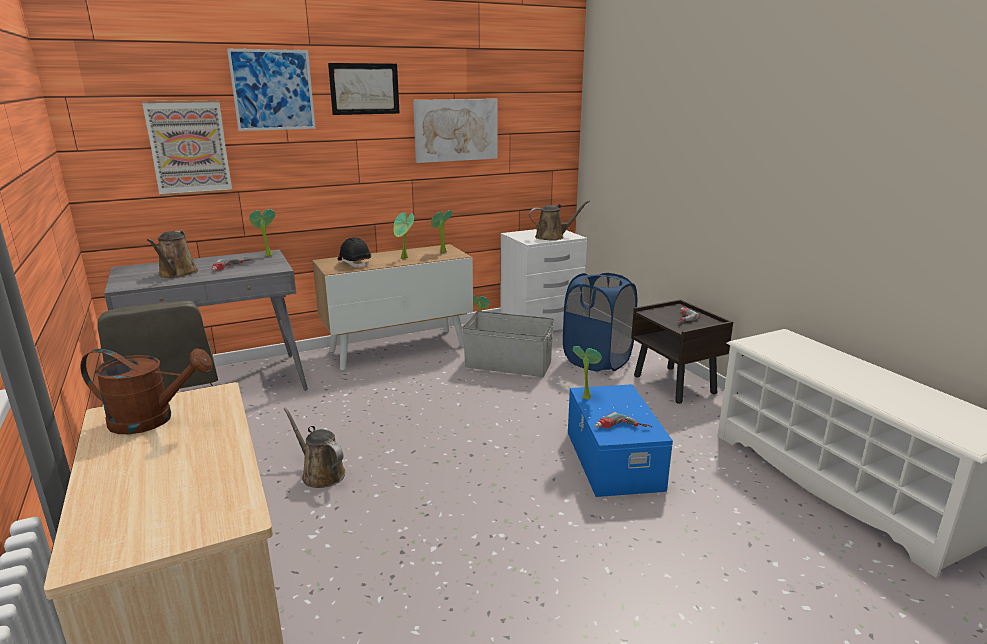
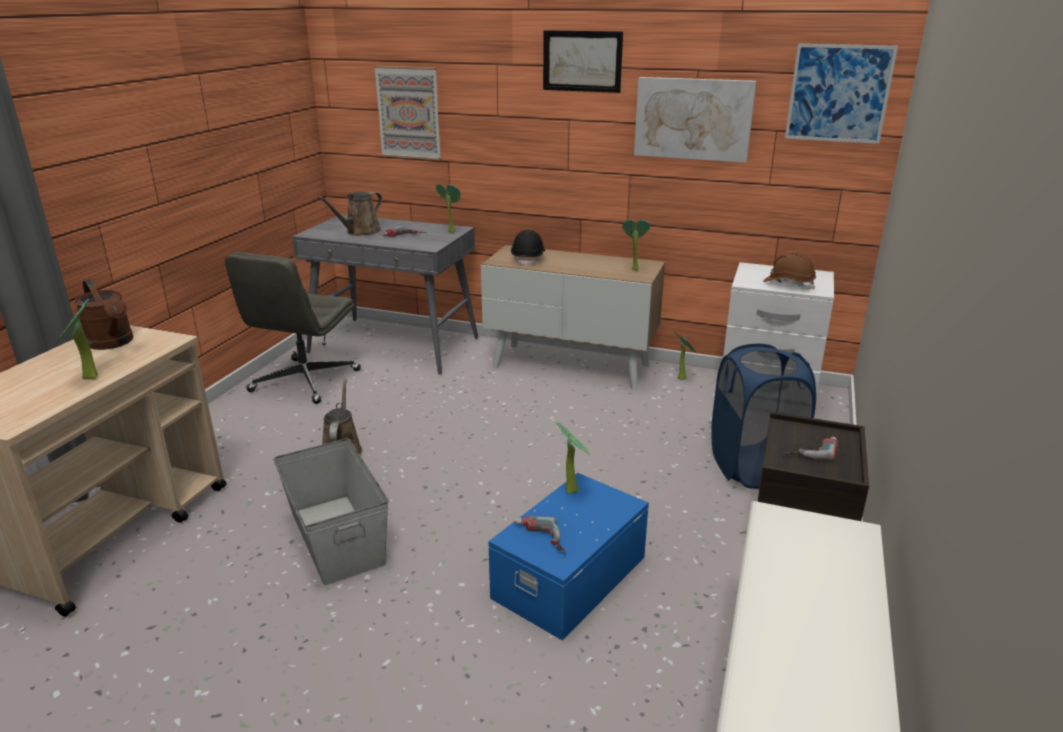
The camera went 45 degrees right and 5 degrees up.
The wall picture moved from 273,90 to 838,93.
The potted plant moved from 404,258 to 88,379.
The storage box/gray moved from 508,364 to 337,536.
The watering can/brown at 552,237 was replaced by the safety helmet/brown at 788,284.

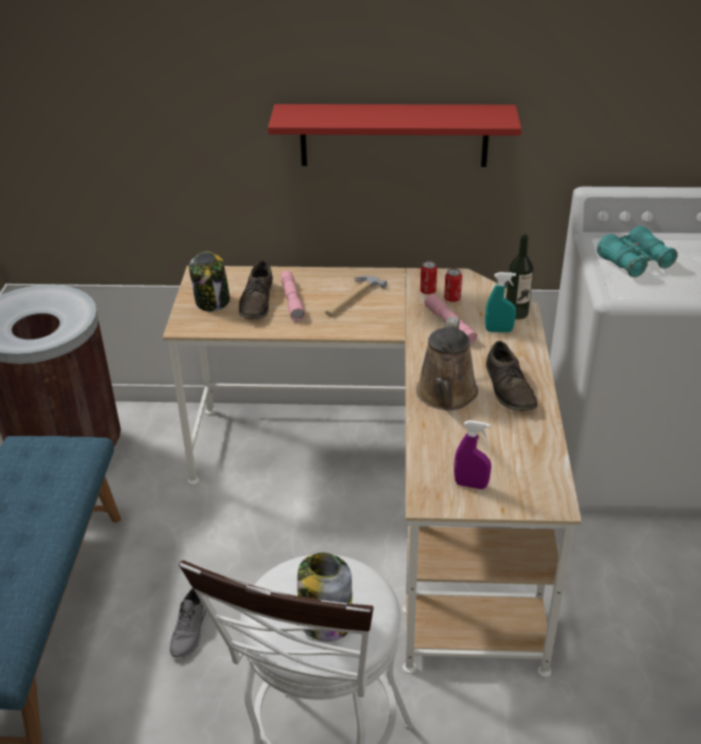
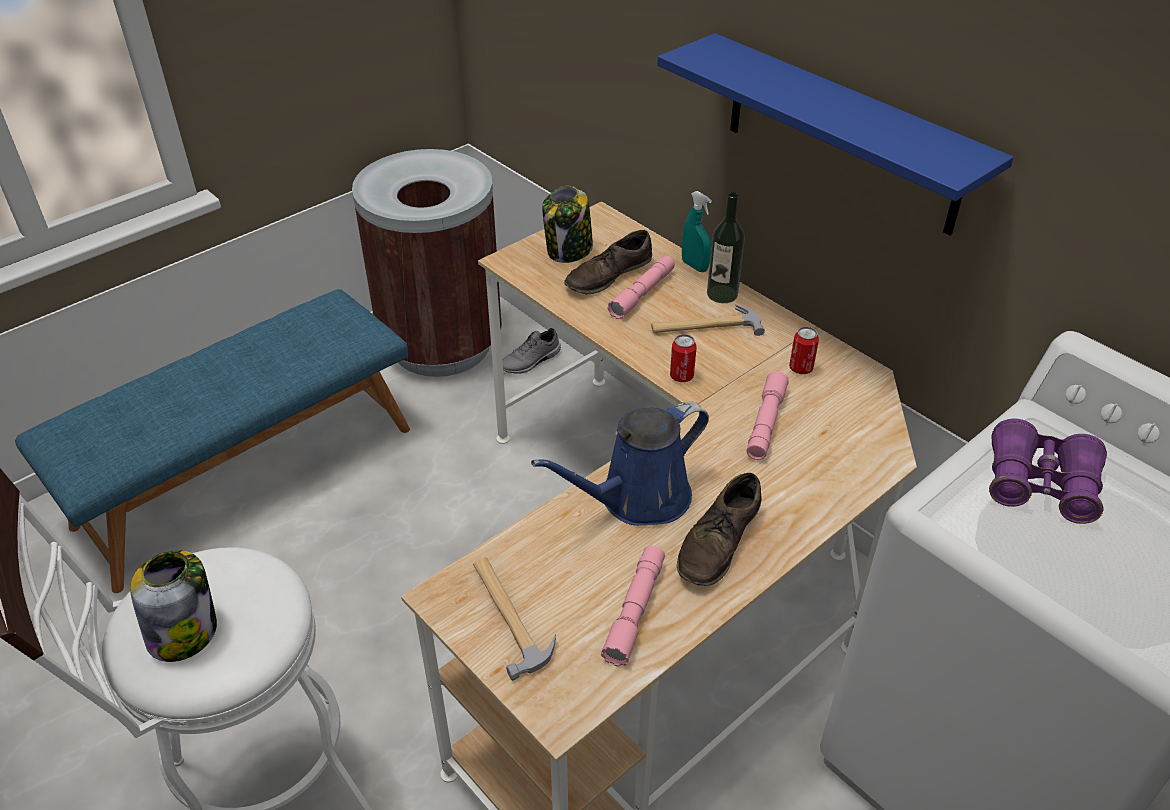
The camera went 45 degrees right and 5 degrees up.
The hand torch/pinkish at 635,611 appeared.
The shoe/gray moved from 190,631 to 531,361.
The metal can moved from 452,299 to 681,376.
The sprayer/blue-green moved from 498,330 to 694,266.
The bottle moved from 516,313 to 722,294.
The sprayer/purple at 471,485 was replaced by the hammer at 509,615.
The bracket shelf/red-coloured at 394,135 became the bracket shelf/bluish at 842,134.
The watering can/brown at 446,395 became the watering can/bluish at 637,499.
The binoculars/blue-green at 634,262 became the binoculars/purple at 1040,485.

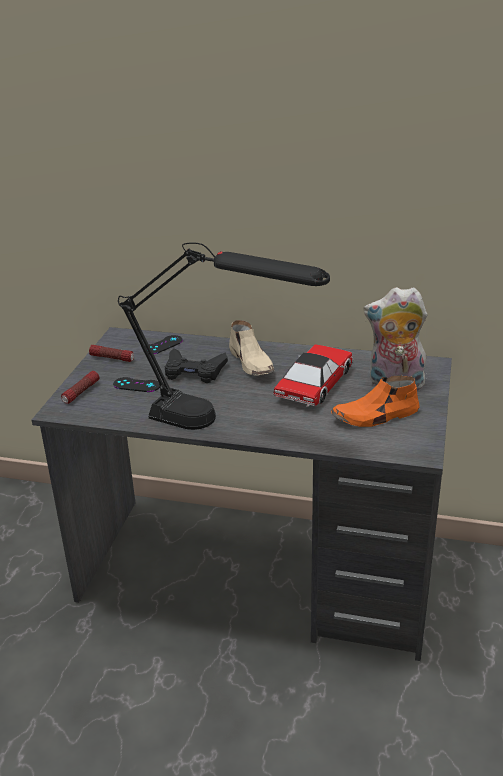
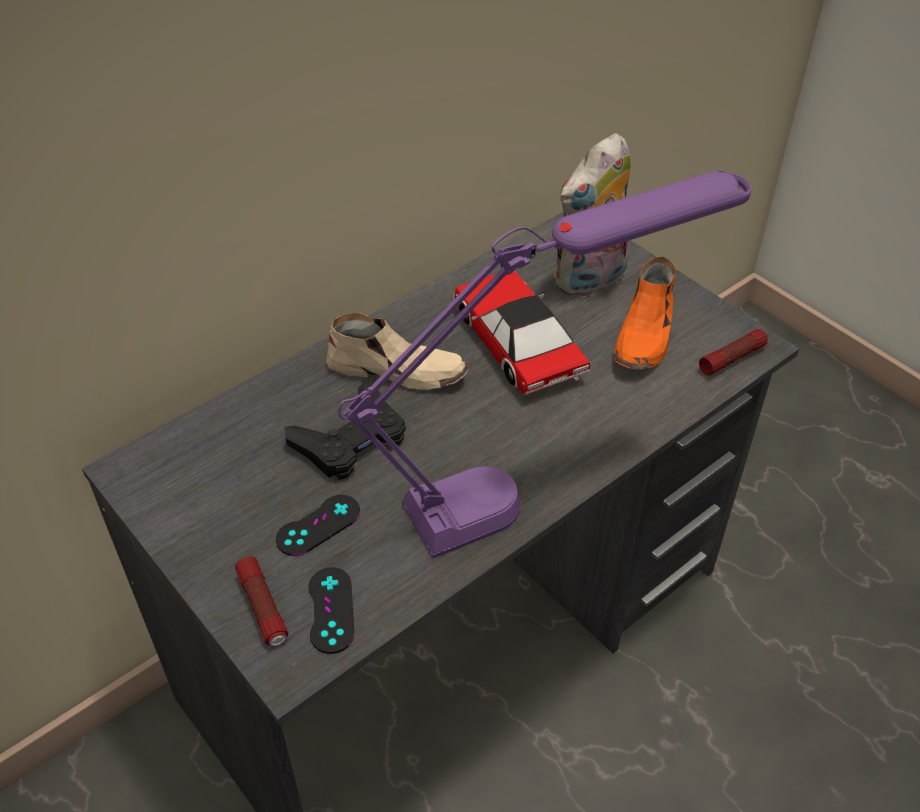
The camera went 55 degrees left and 15 degrees up.
The hand torch moved from 112,358 to 732,358.
The gamepad/black-coloured moved from 163,345 to 331,610.
The tabletop lamp/black-coloured at 222,425 became the tabletop lamp/purple at 531,486.

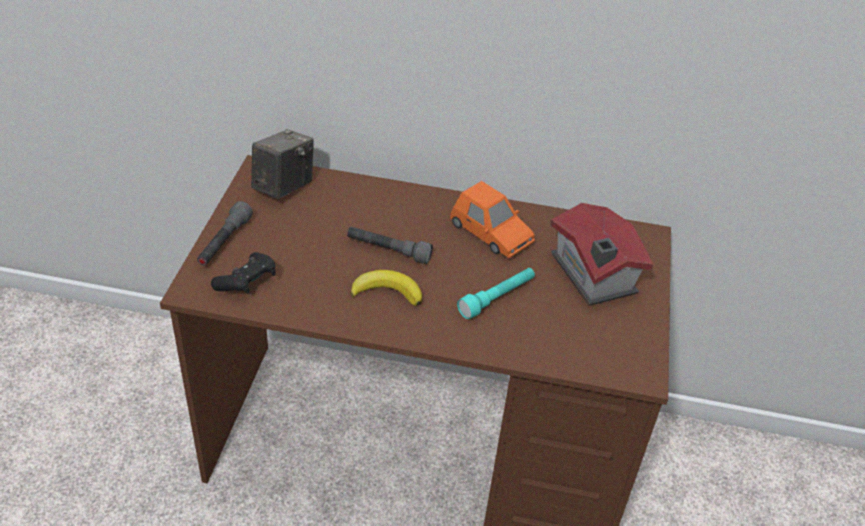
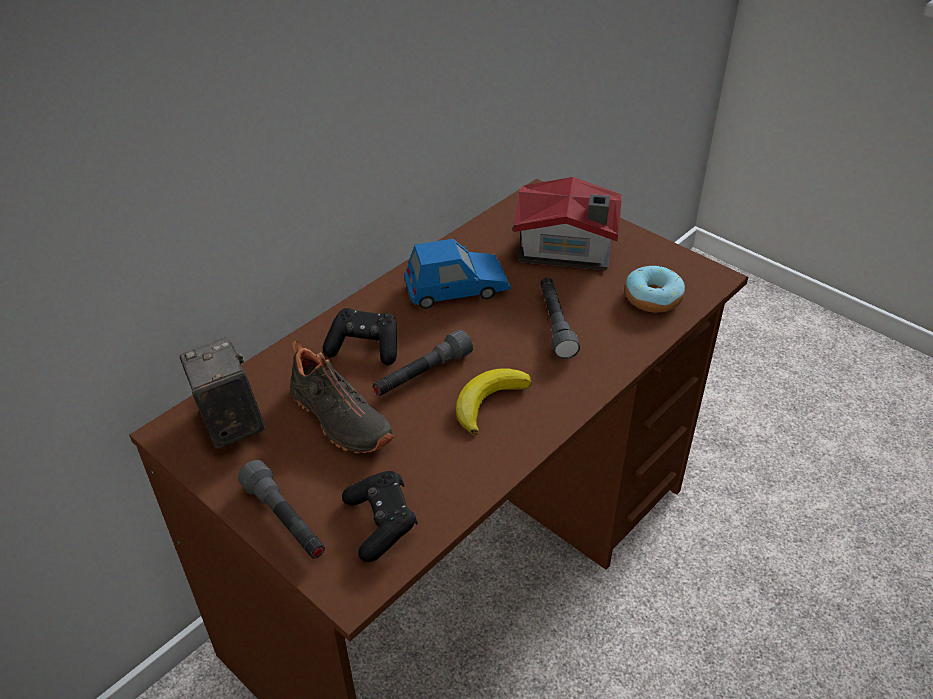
The camera went 55 degrees left and 0 degrees up.
The shoe/black-coloured at 338,419 appeared.
The gamepad/black-coloured at 365,347 appeared.
The doughnut at 653,298 appeared.
The model car/orange-coloured at 490,233 became the model car/bluish at 456,289.
The hand torch/blue-green at 497,298 became the hand torch/gray at 555,324.

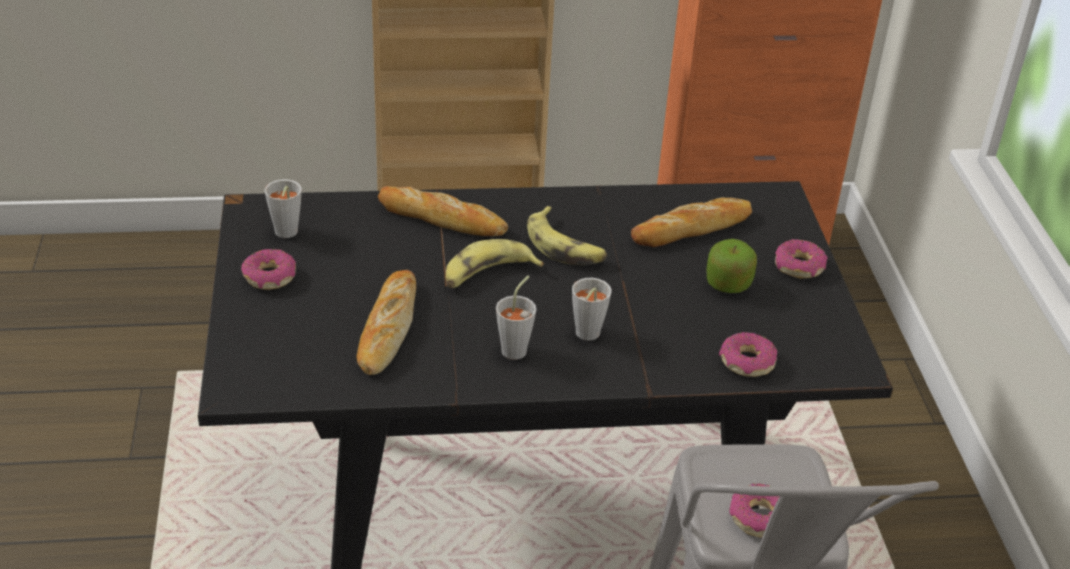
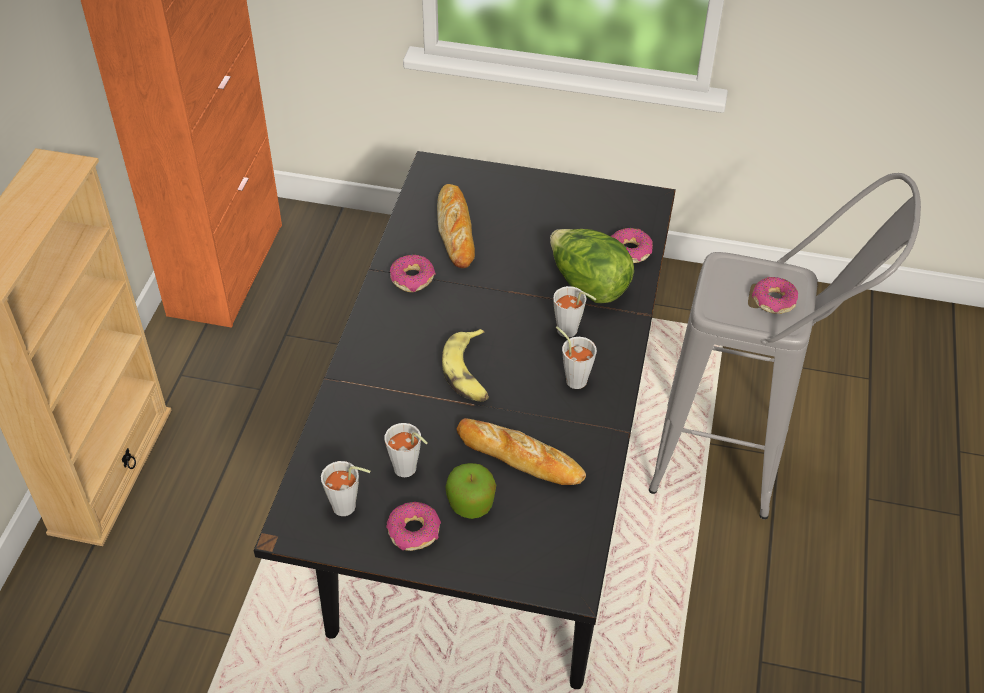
The camera went 70 degrees left and 10 degrees up.
The baked bread at 442,219 disappeared.
The banana fruit at 565,247 disappeared.
The small cup/gray at 408,471 appeared.
The lettuce head at 588,285 appeared.
The apple moved from 728,284 to 471,503.
The doughnut moved from 799,267 to 412,278.

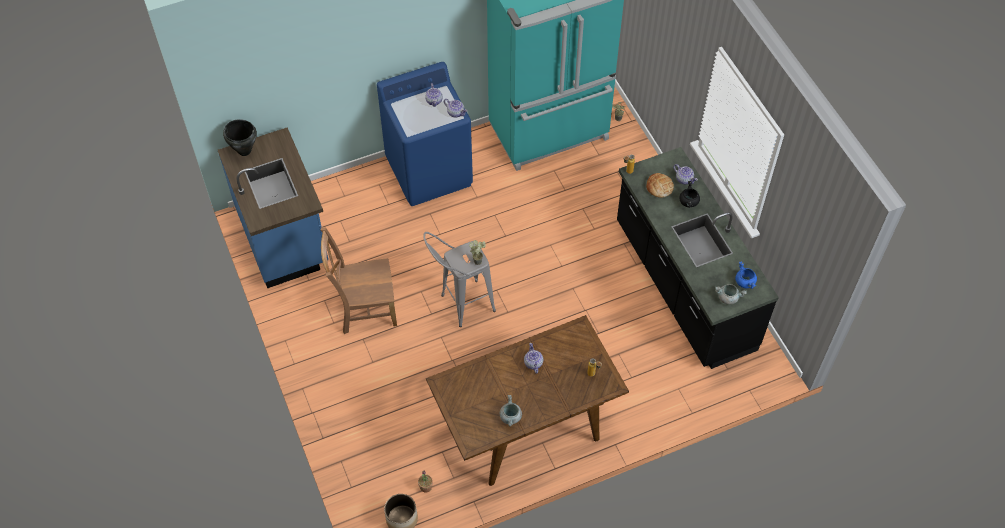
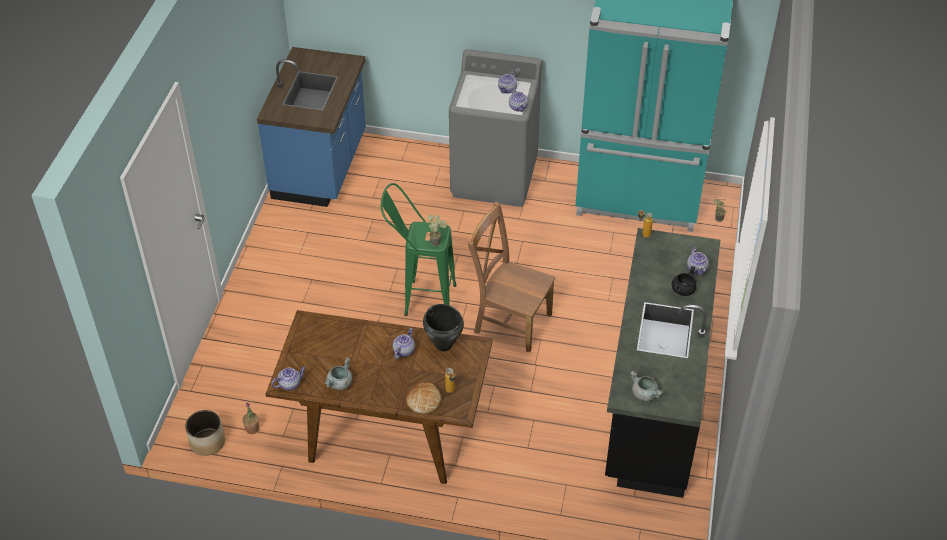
The camera went 35 degrees right and 10 degrees down.
The saucepot/bluish at 745,282 disappeared.
The pot for tea at 290,384 appeared.
The saucepot/black-coloured moved from 244,151 to 443,345.
The chair/brown moved from 364,309 to 510,321.
The baked bread moved from 659,187 to 423,400.
The washing machine/bluish at 429,171 became the washing machine/gray at 494,177.
The stool seat/gray at 460,306 became the stool seat/greenish at 420,299.

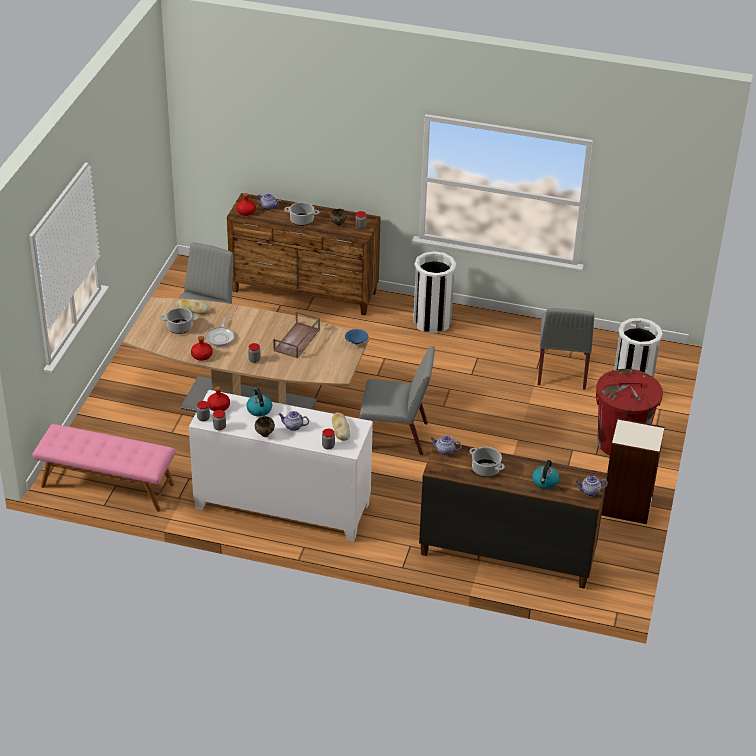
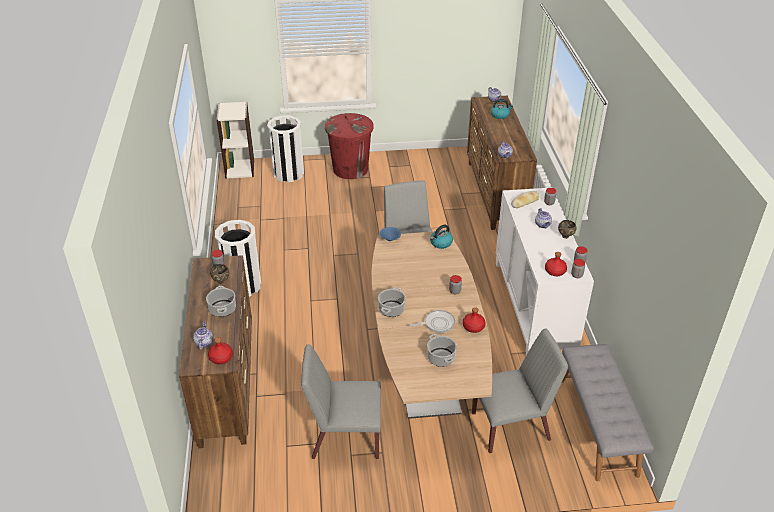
The camera went 110 degrees left and 0 degrees up.
The baked bread at 193,309 disappeared.
The serving tray/brown at 297,340 disappeared.
The tea kettle moved from 259,409 to 440,243.
The saucepot moved from 486,469 to 391,309.
The chair/gray moved from 562,370 to 511,426.
The bookshelf moved from 627,506 to 240,168.
The indoor bench/pinkish at 107,486 became the indoor bench/gray at 598,425.

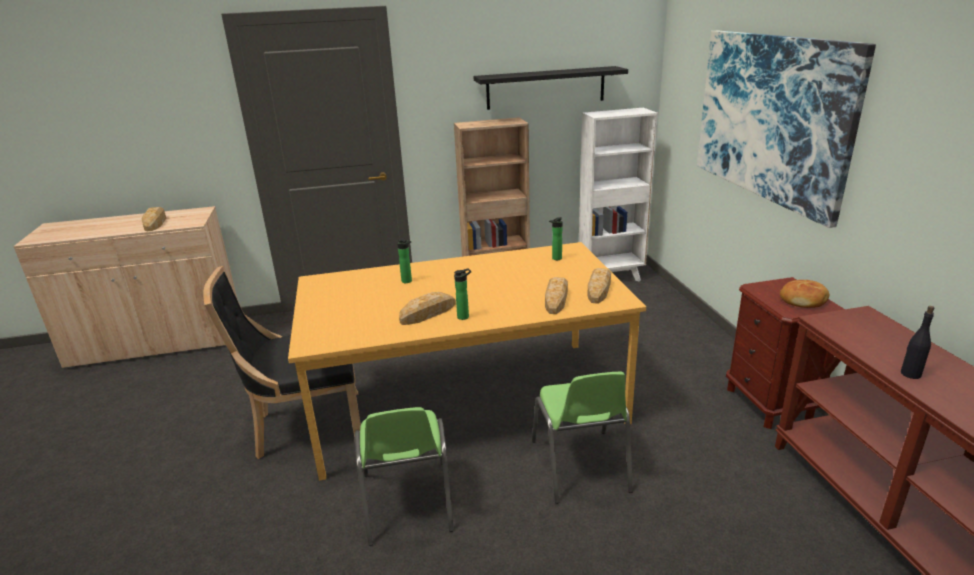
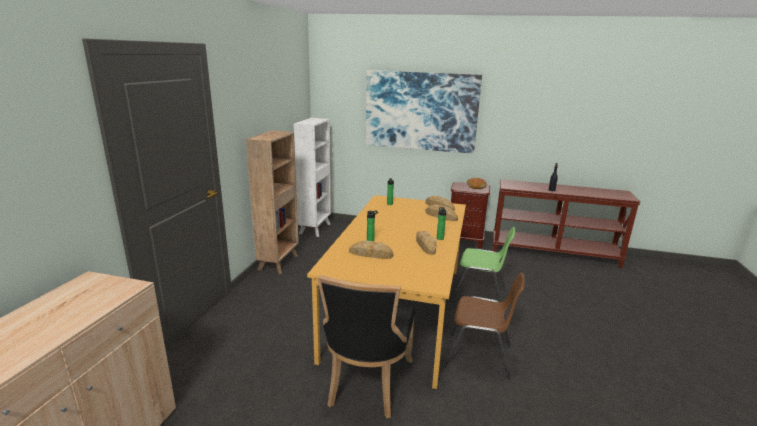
The camera went 65 degrees left and 5 degrees down.
The bracket shelf/black-coloured at 546,88 disappeared.
The baked bread moved from 155,223 to 371,254.
The chair/greenish at 407,503 became the chair/brown at 479,356.

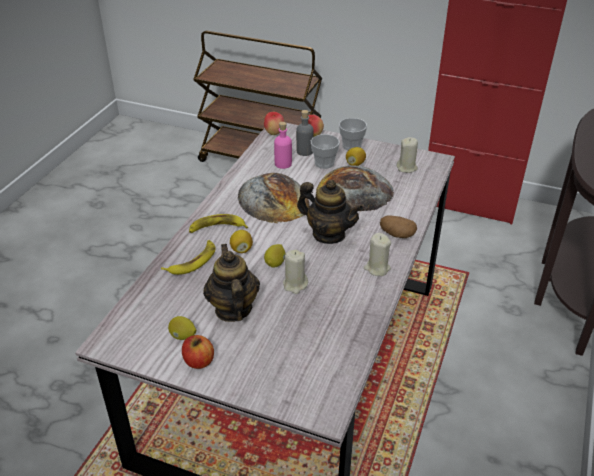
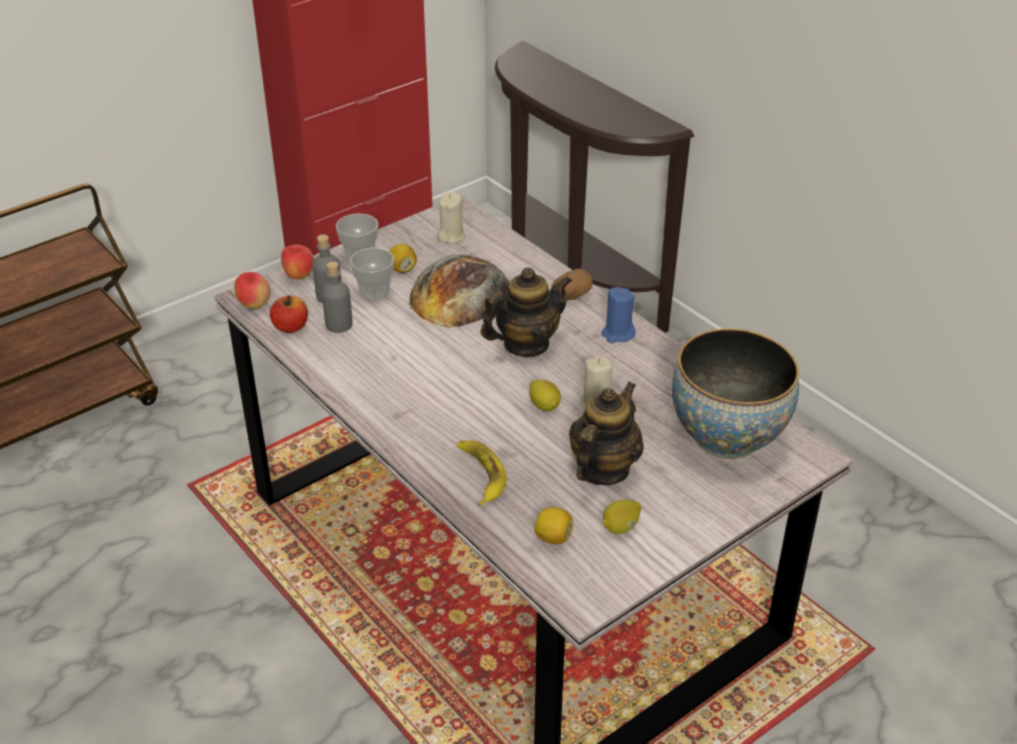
The camera went 60 degrees left and 0 degrees up.
The banana fruit at 217,228 disappeared.
The baked bread at 273,199 disappeared.
The deep dish at 727,437 appeared.
The apple moved from 198,361 to 290,327.
The whole lemon moved from 241,249 to 553,537.
The bottle/pinkish at 283,164 became the bottle/gray at 339,325.
The candle/beige at 377,268 became the candle/bluish at 618,334.
The pot for tea at 233,309 turned 105 degrees clockwise.

